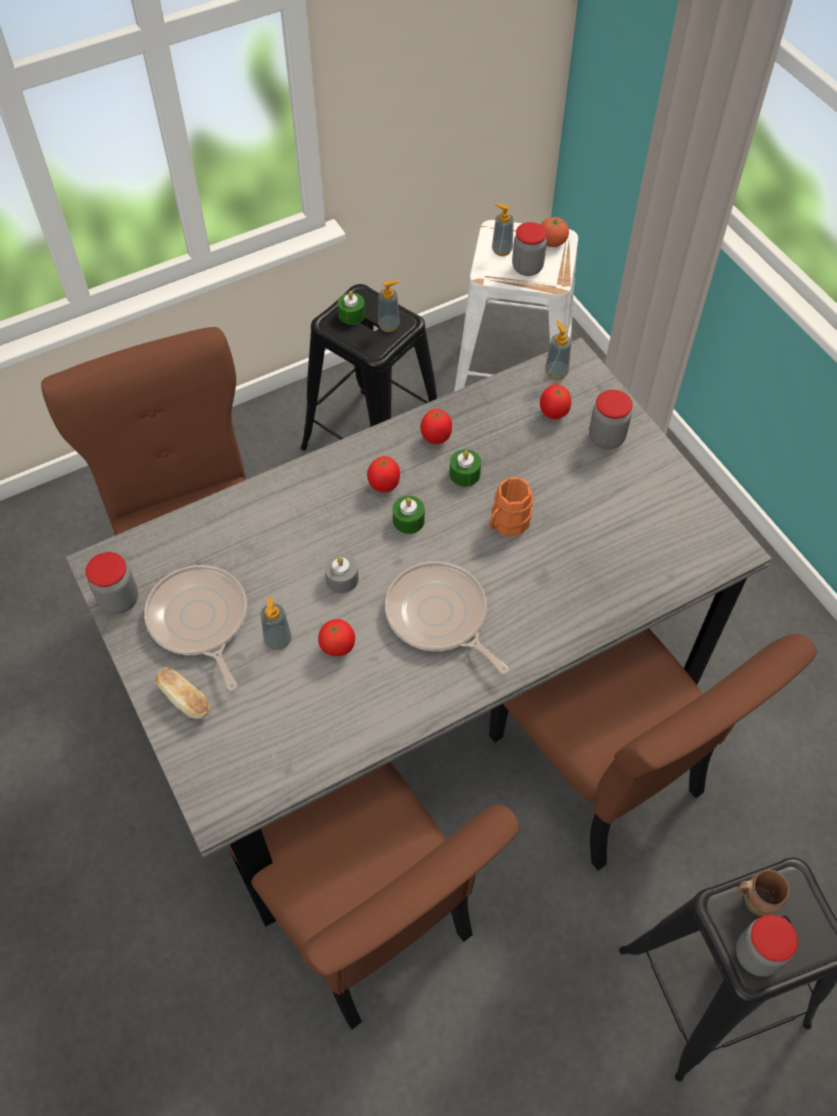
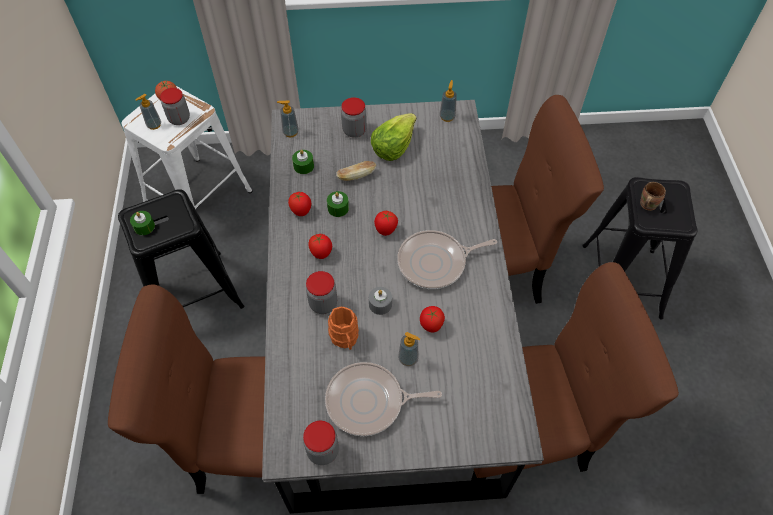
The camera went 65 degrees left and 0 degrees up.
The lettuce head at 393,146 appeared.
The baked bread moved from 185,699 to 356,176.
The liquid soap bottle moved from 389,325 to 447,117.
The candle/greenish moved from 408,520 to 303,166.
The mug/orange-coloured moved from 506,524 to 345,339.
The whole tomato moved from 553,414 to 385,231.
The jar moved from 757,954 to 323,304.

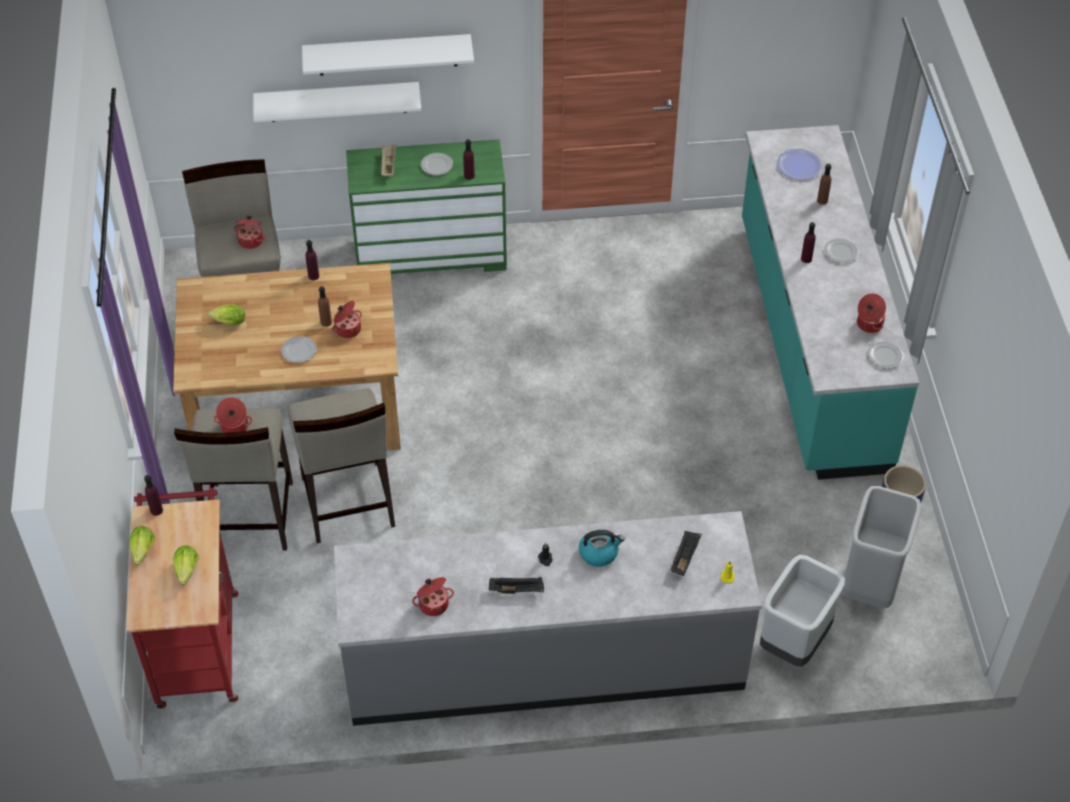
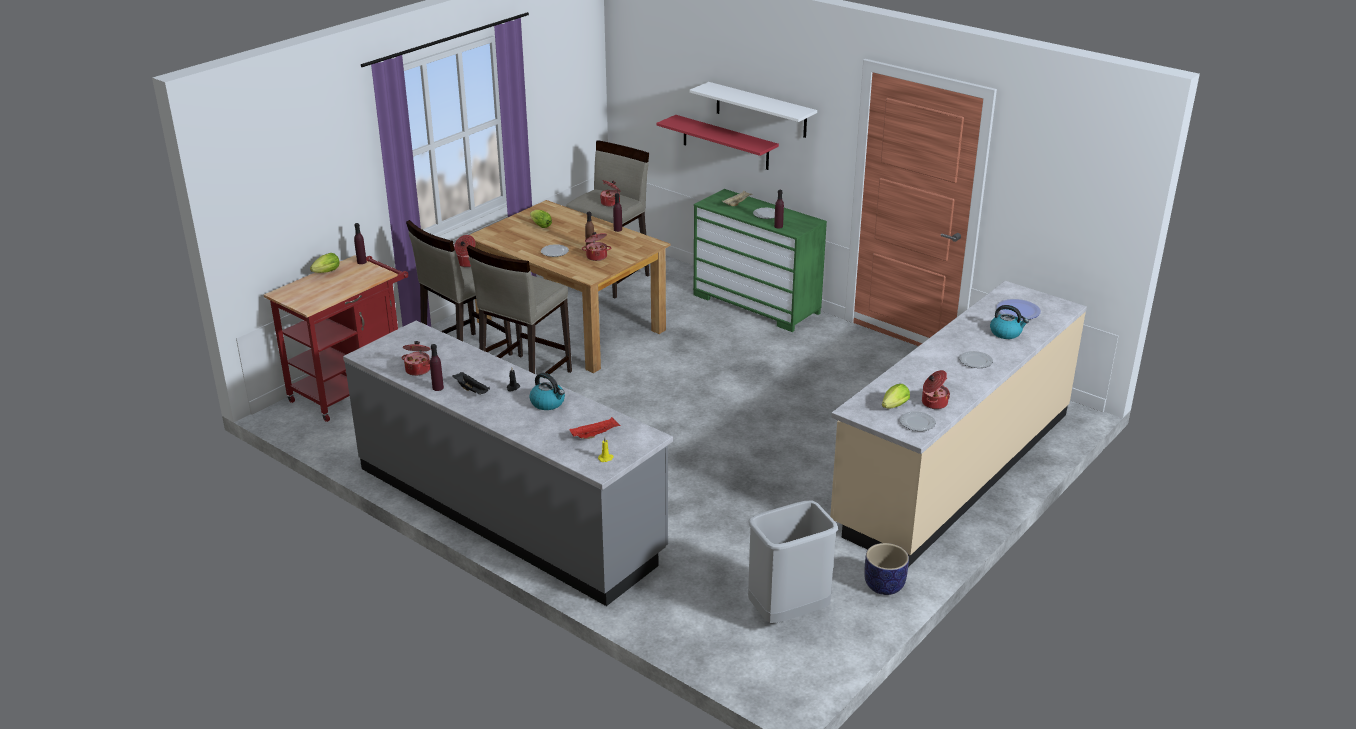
The camera went 45 degrees right and 20 degrees down.
The rubbish bin/gray at 794,639 disappeared.
The lettuce head moved from 187,572 to 893,407.
The bottle/purple moved from 806,259 to 438,388.
The bottle/brown at 822,200 was replaced by the tea kettle at 1006,333.
The bracket shelf/white at 337,101 became the bracket shelf/red-coloured at 725,142.
The serving tray/black-coloured at 684,557 became the serving tray/red-coloured at 595,434.
The kitchen base unit/blue-green at 810,343 became the kitchen base unit/beige at 953,468.

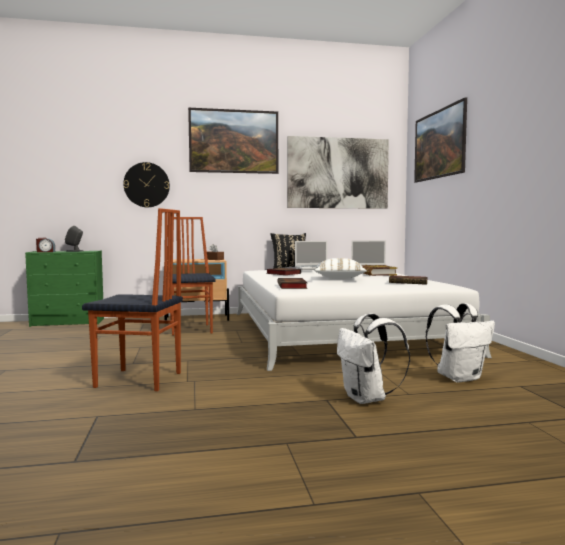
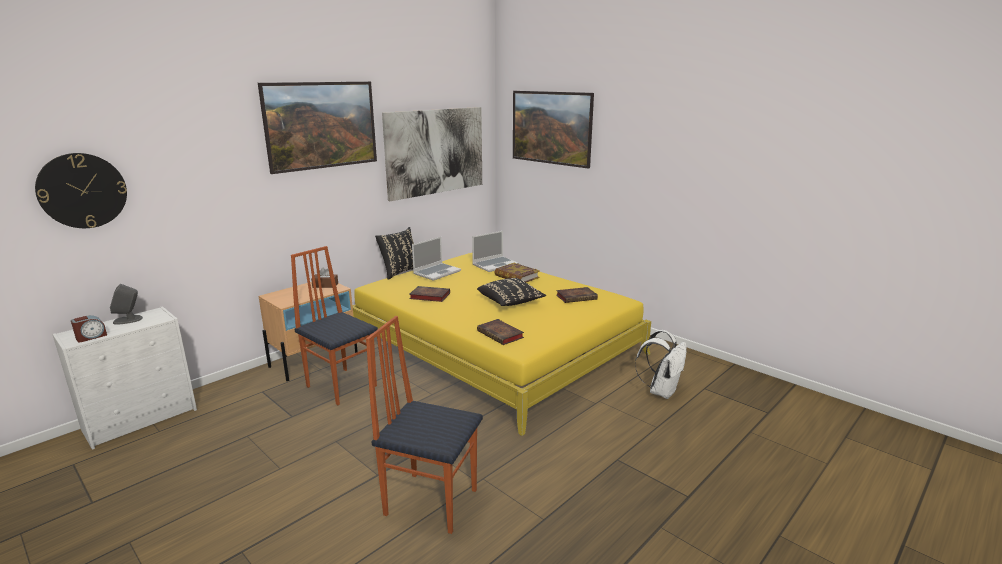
The camera went 35 degrees left and 15 degrees up.
The backpack/white at 367,399 disappeared.
The hanging clock moved from 146,185 to 82,191.
The drawer chest/greenish at 69,322 became the drawer chest/white at 142,419.
The bed/white at 337,331 became the bed/yellow at 494,345.
The throw pillow/white at 339,279 became the throw pillow/black-coloured at 510,302.
The chair at 139,380 turned 135 degrees counterclockwise.

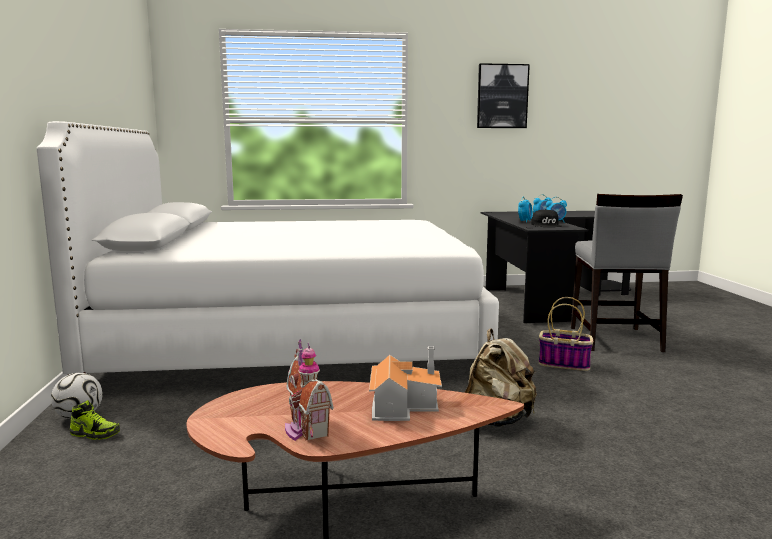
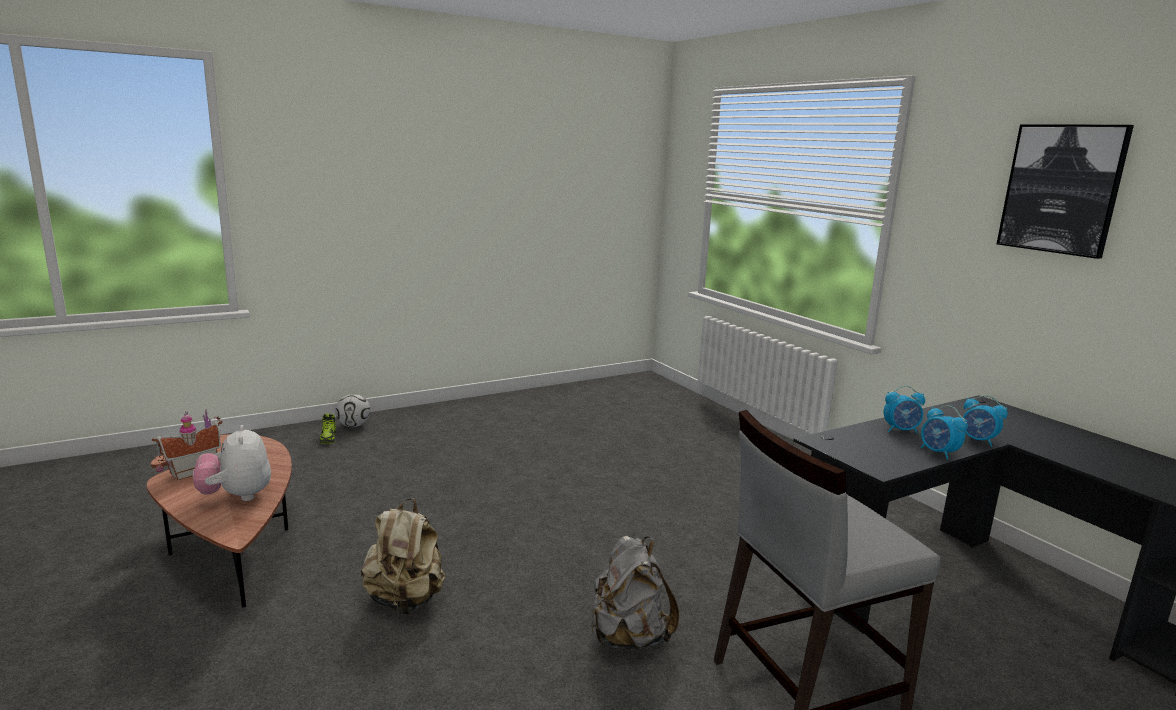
The camera went 65 degrees right and 5 degrees up.
The bed/white at 295,339 disappeared.
The peaked cap/black-coloured at 546,225 disappeared.
The miniature house at 403,405 was replaced by the cuddly toy at 236,496.
The household basket at 564,364 was replaced by the backpack/gray at 628,637.

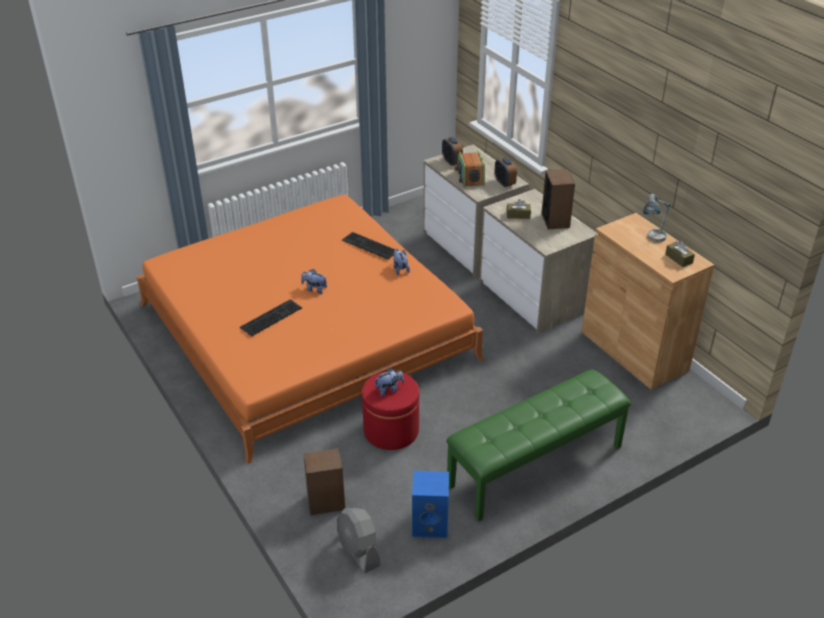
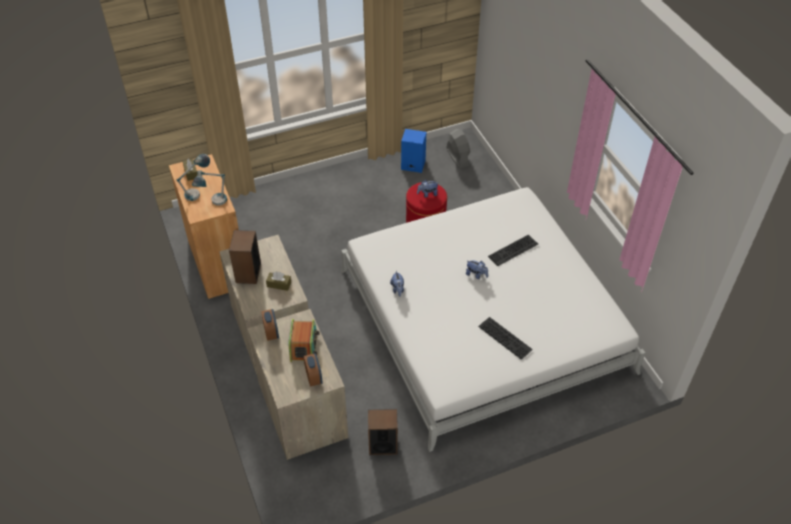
The camera went 170 degrees left and 10 degrees up.
The indoor bench/greenish at 536,466 disappeared.
The tabletop lamp at 214,204 appeared.
The loudspeaker moved from 326,502 to 383,444.
The keyboard moved from 368,246 to 506,337.
The bed/orange-coloured at 306,332 became the bed/white at 483,319.

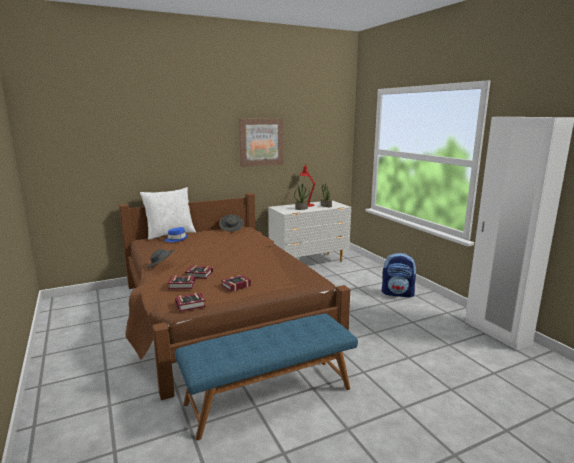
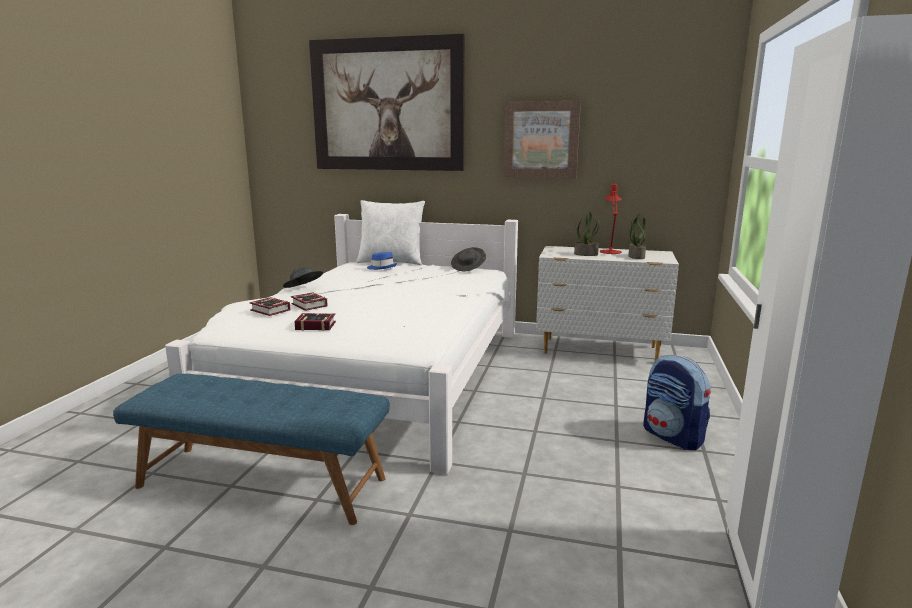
The camera went 40 degrees right and 0 degrees up.
The volume at 192,305 disappeared.
The wall picture at 387,105 appeared.
The bed/brown at 220,313 became the bed/white at 378,376.

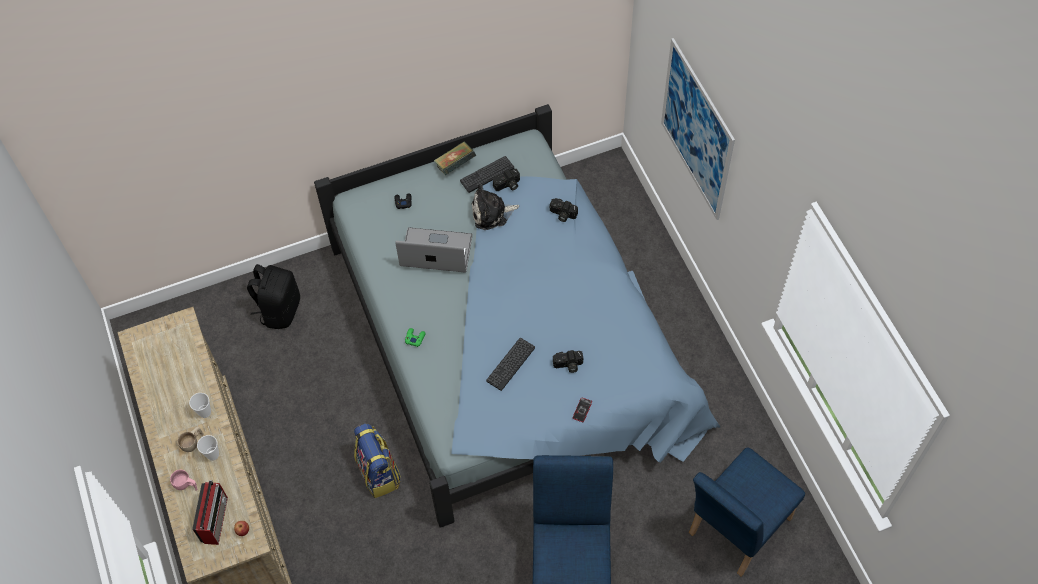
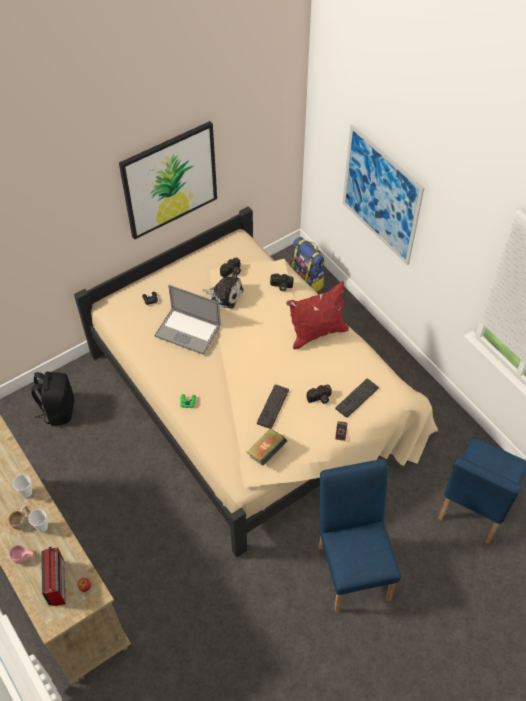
The camera went 15 degrees left and 5 degrees down.
The wall picture at 169,180 appeared.
The throw pillow/red-coloured at 316,333 appeared.
The backpack moved from 379,473 to 307,281.
The volume moved from 455,165 to 266,452.
The keyboard moved from 487,174 to 357,398.
The bed/bluish at 513,342 became the bed/beige at 256,399.
The notebook computer at 436,251 turned 150 degrees counterclockwise.
The cuddly toy at 492,213 turned 135 degrees counterclockwise.

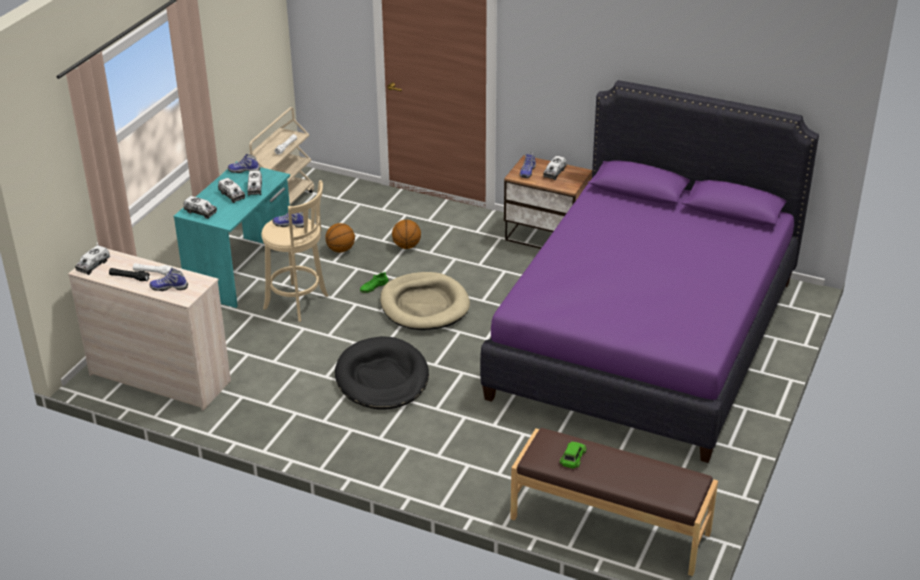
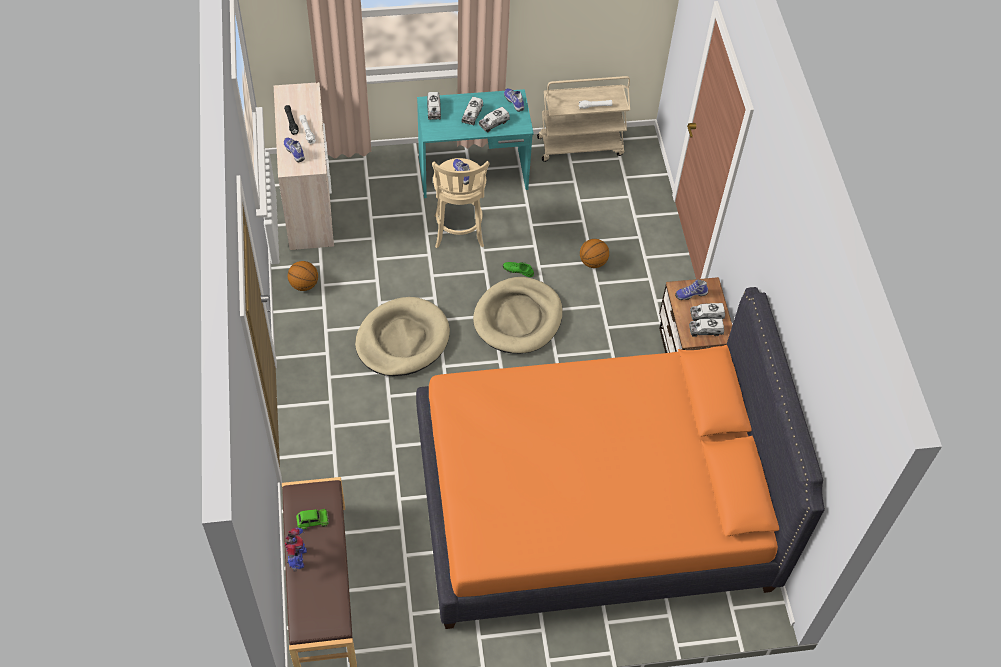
The camera went 55 degrees right and 20 degrees up.
The model robot at 297,558 appeared.
The model truck moved from 93,265 to 705,330.
The basketball moved from 340,250 to 304,284.
The pet bed/black-coloured at 382,378 became the pet bed/beige at 402,340.
The bed/purple at 644,337 became the bed/orange-coloured at 592,504.

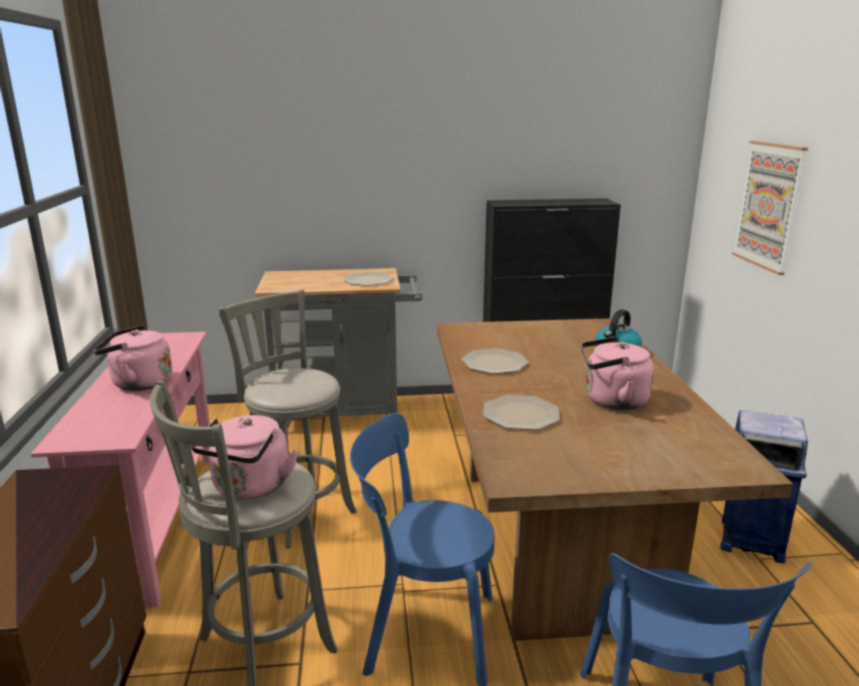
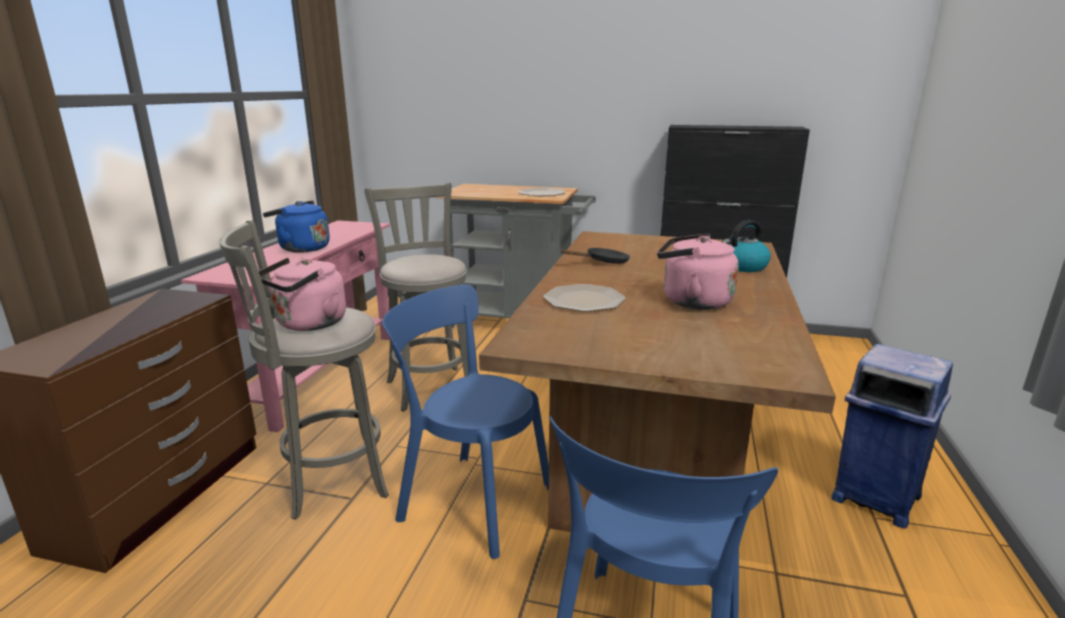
The camera went 20 degrees right and 0 degrees up.
The wall picture at 768,205 disappeared.
The flat dish at 494,363 was replaced by the skillet/black-coloured at 603,262.
The tea kettle/pinkish at 138,383 became the tea kettle/bluish at 301,248.

